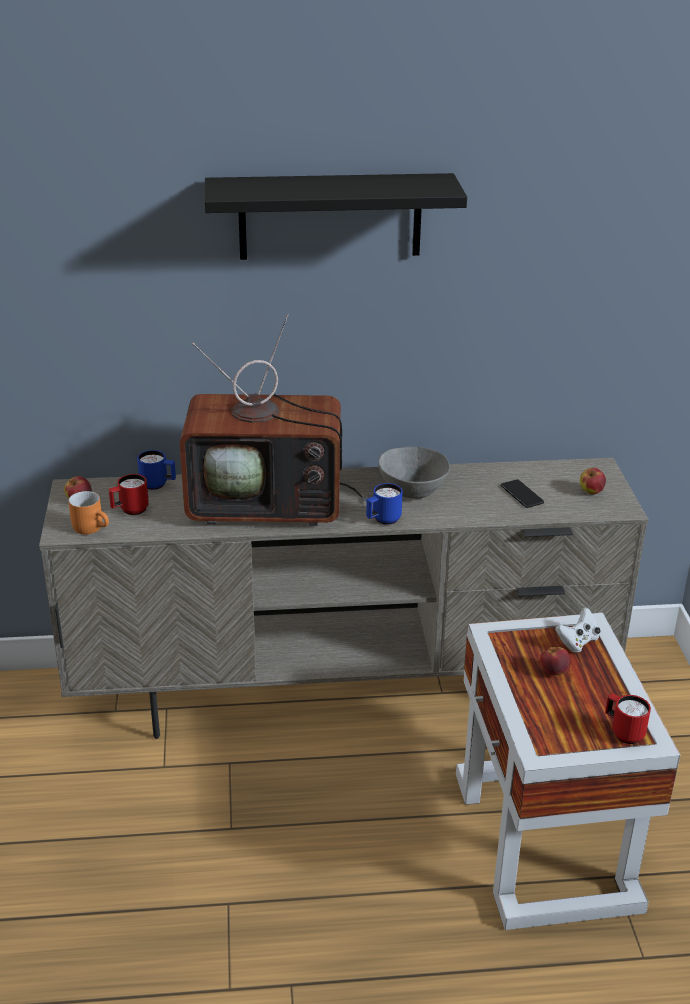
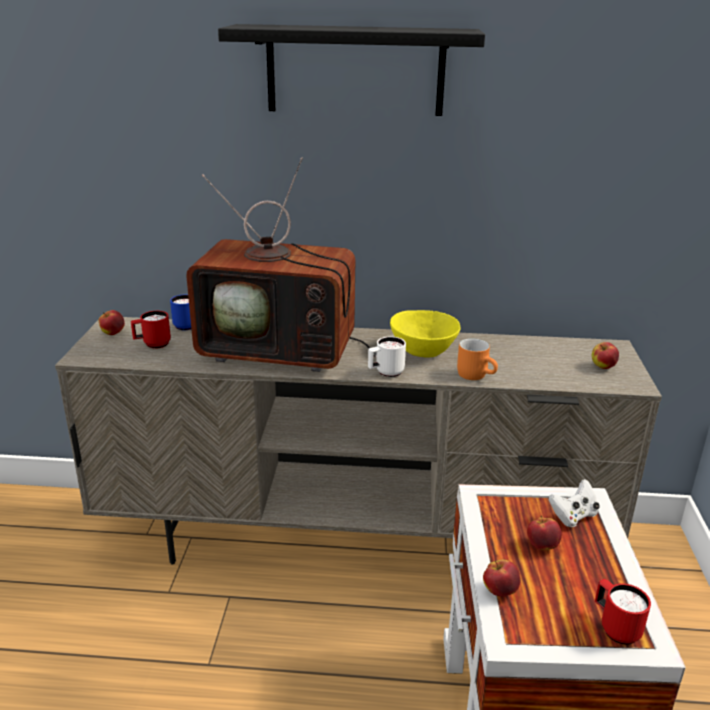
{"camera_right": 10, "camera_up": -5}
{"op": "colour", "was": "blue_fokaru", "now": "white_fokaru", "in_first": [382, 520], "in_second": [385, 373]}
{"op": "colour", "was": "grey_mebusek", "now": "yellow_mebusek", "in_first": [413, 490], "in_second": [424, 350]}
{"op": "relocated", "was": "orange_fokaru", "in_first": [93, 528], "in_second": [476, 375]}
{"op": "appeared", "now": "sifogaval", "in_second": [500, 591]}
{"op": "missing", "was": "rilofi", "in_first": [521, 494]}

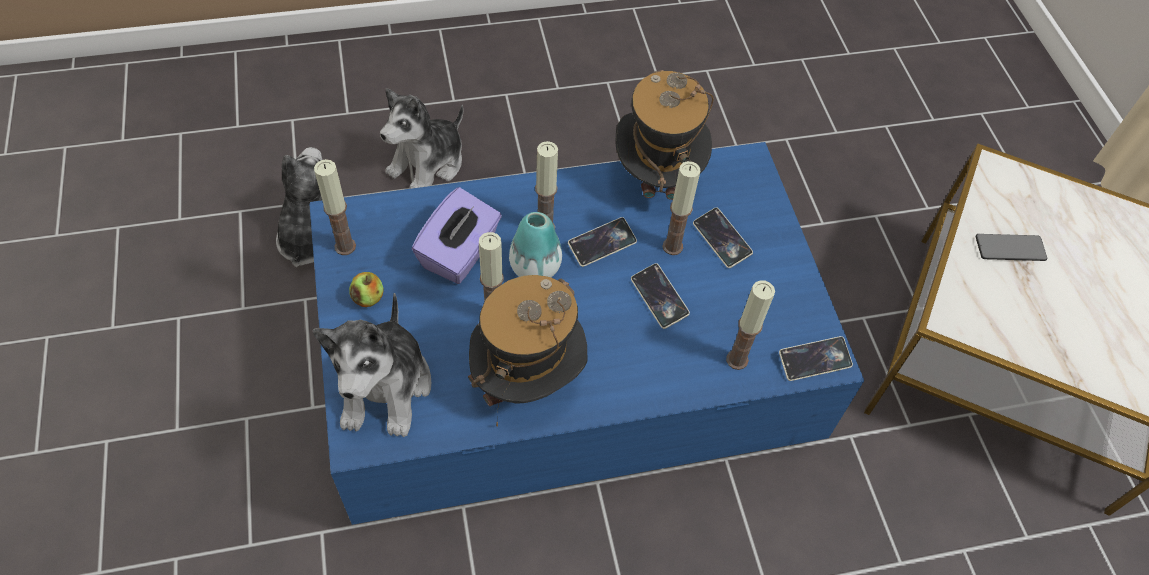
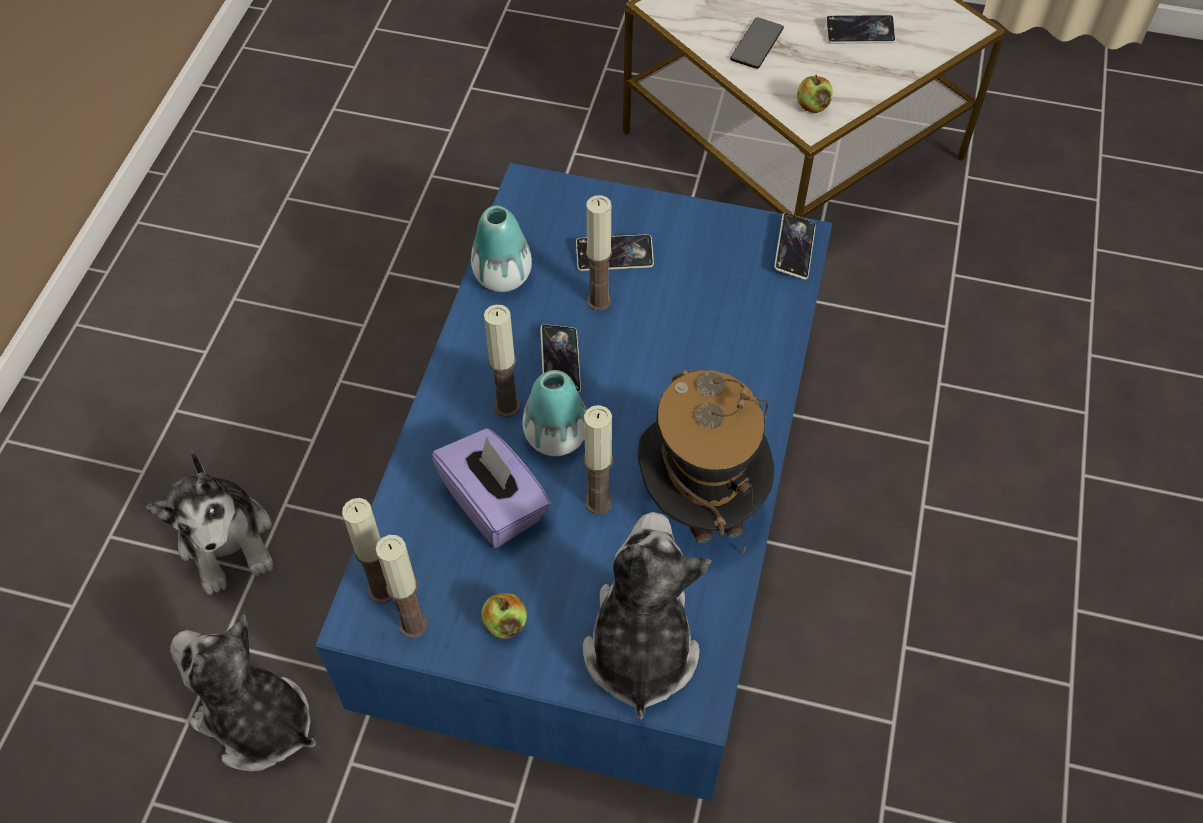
{"camera_right": -60, "camera_up": 0}
{"op": "relocated", "was": "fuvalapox", "in_first": [737, 360], "in_second": [382, 590]}
{"op": "exchanged", "was": "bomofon", "now": "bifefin", "in_first": [656, 180], "in_second": [503, 276]}
{"op": "spun", "was": "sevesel", "in_first": [385, 387], "in_second": [640, 647], "clockwise": -120}
{"op": "appeared", "now": "sifogaval", "in_second": [812, 106]}
{"op": "relocated", "was": "rilofi", "in_first": [659, 298], "in_second": [859, 33]}

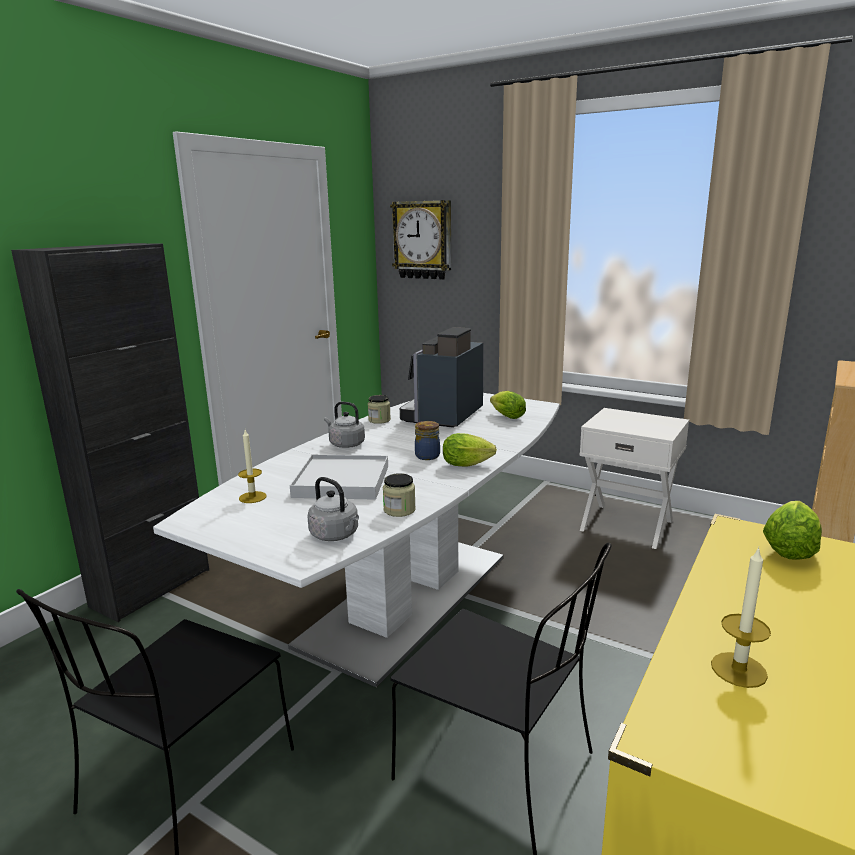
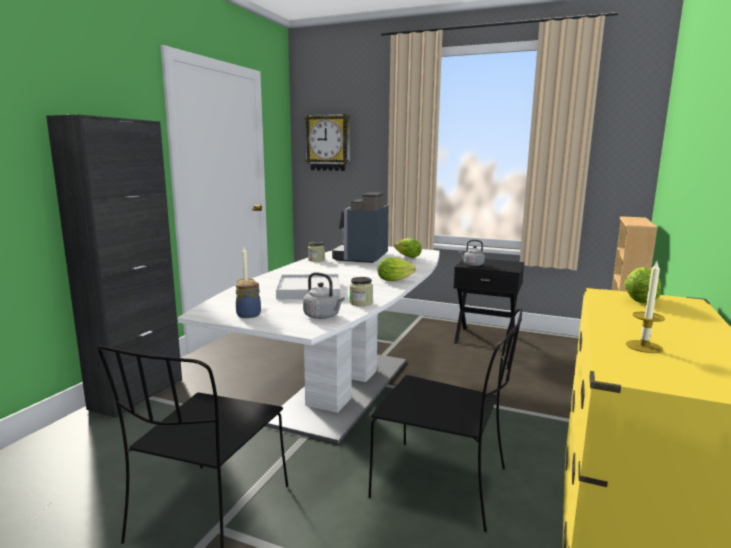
{"camera_right": -10, "camera_up": -5}
{"op": "relocated", "was": "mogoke", "in_first": [426, 456], "in_second": [248, 314]}
{"op": "colour", "was": "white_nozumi", "now": "black_nozumi", "in_first": [627, 524], "in_second": [485, 338]}
{"op": "relocated", "was": "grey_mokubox", "in_first": [345, 444], "in_second": [472, 265]}

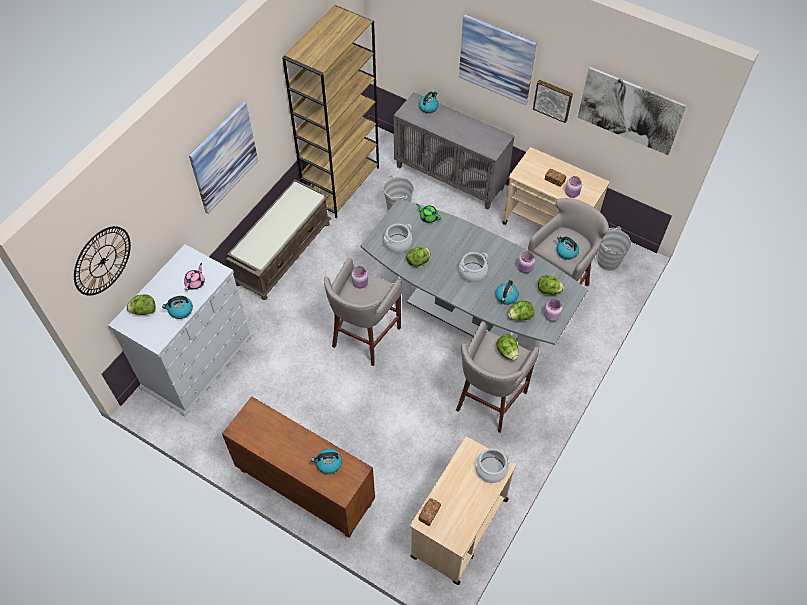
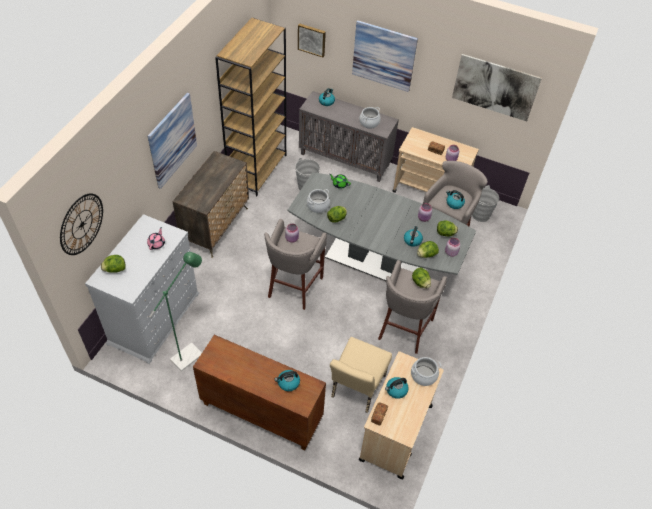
{"camera_right": -10, "camera_up": -5}
{"op": "appeared", "now": "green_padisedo", "in_second": [191, 353]}
{"op": "exchanged", "was": "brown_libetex", "now": "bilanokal", "in_first": [283, 252], "in_second": [216, 226]}
{"op": "relocated", "was": "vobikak", "in_first": [553, 100], "in_second": [312, 39]}
{"op": "appeared", "now": "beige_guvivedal", "in_second": [356, 389]}
{"op": "relocated", "was": "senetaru", "in_first": [472, 272], "in_second": [369, 122]}
{"op": "relocated", "was": "mokubox", "in_first": [180, 310], "in_second": [396, 390]}

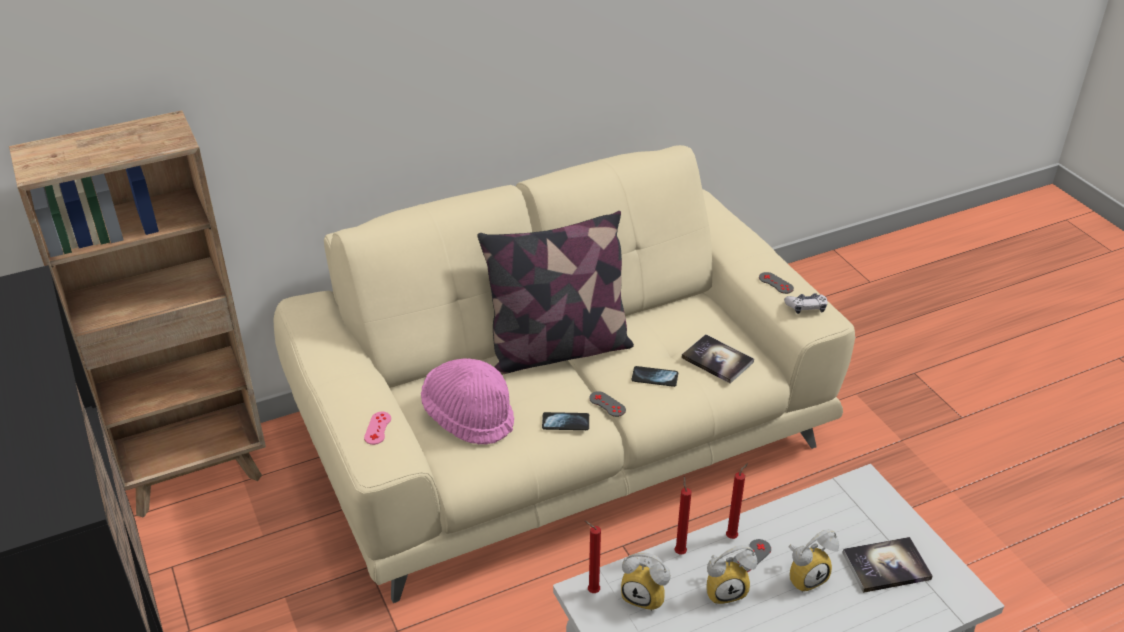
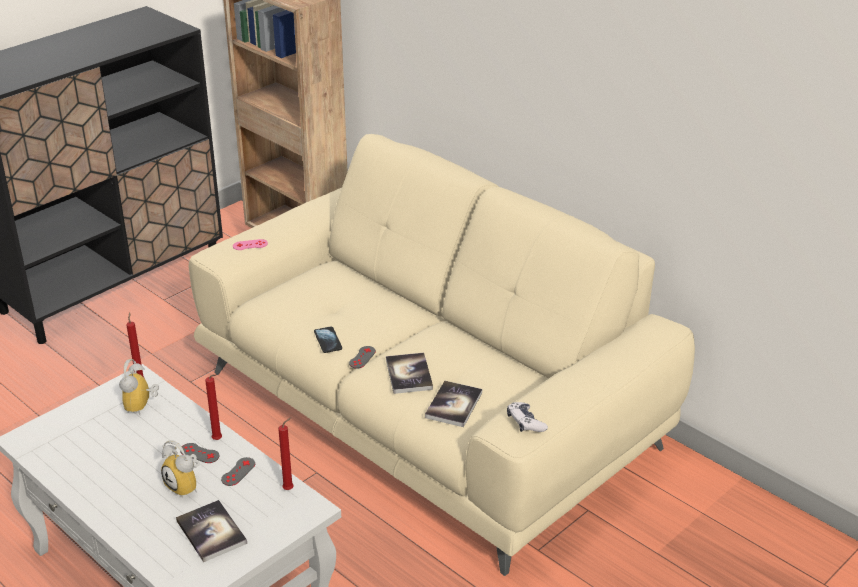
{"camera_right": 70, "camera_up": -5}
{"op": "relocated", "was": "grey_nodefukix", "in_first": [776, 283], "in_second": [238, 472]}
{"op": "relocated", "was": "red_fuvalapox", "in_first": [679, 551], "in_second": [290, 489]}
{"op": "exchanged", "was": "rilofi", "now": "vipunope", "in_first": [654, 377], "in_second": [409, 374]}
{"op": "missing", "was": "pink_bomofon", "in_first": [469, 417]}
{"op": "missing", "was": "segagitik", "in_first": [558, 349]}
{"op": "missing", "was": "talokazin", "in_first": [725, 589]}

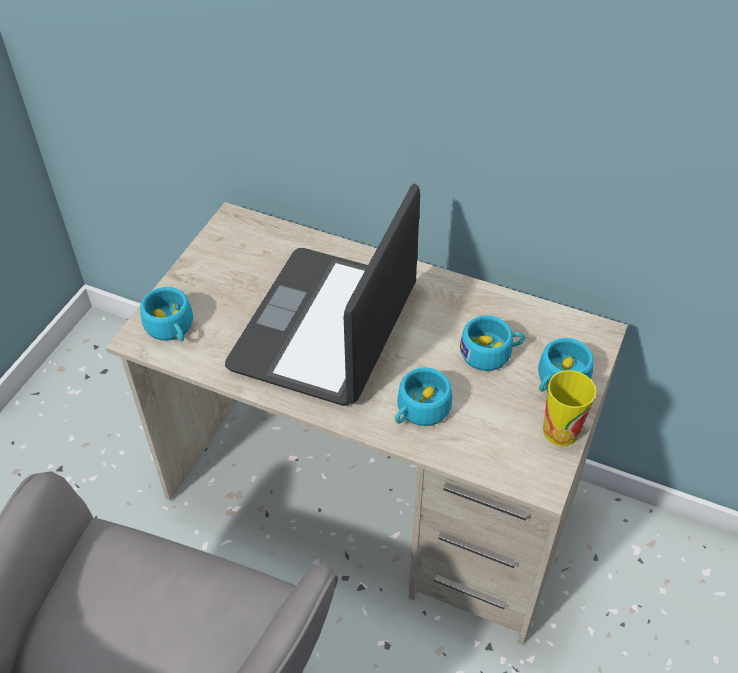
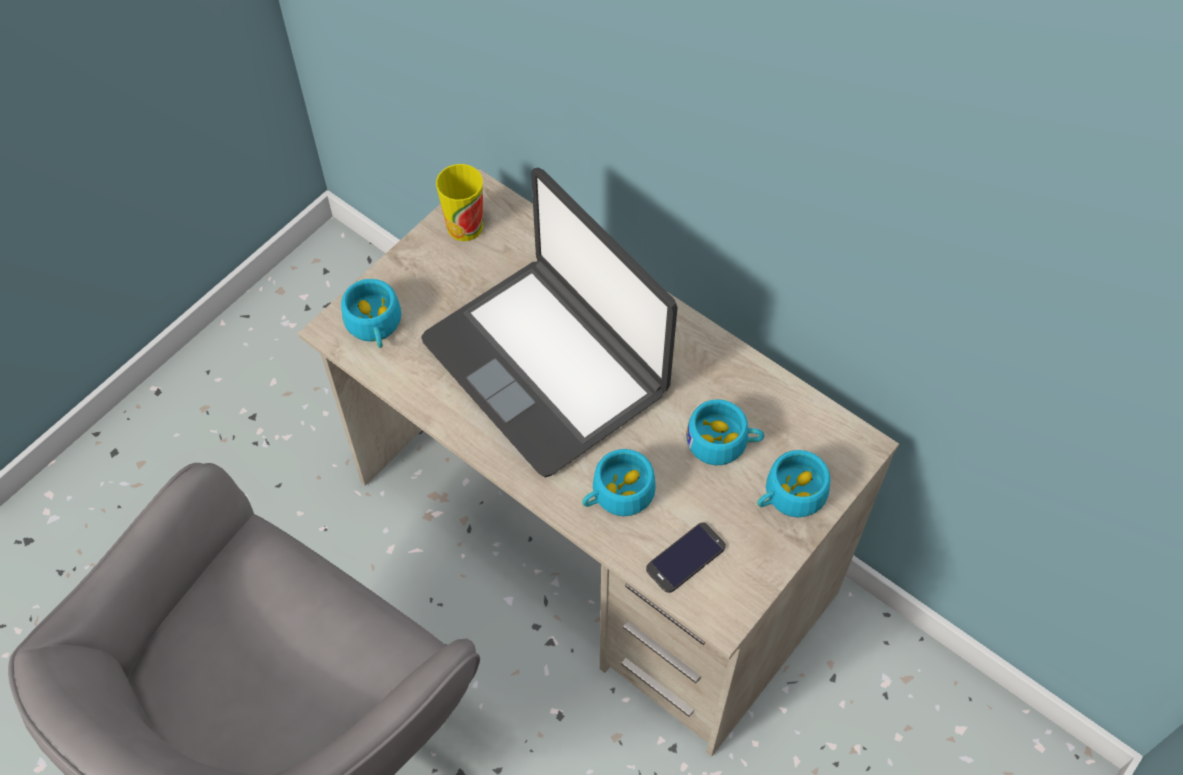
{"camera_right": 15, "camera_up": 10}
{"op": "spun", "was": "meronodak", "in_first": [327, 327], "in_second": [547, 365], "clockwise": -75}
{"op": "relocated", "was": "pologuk", "in_first": [561, 431], "in_second": [465, 226]}
{"op": "appeared", "now": "rilofi", "in_second": [685, 557]}

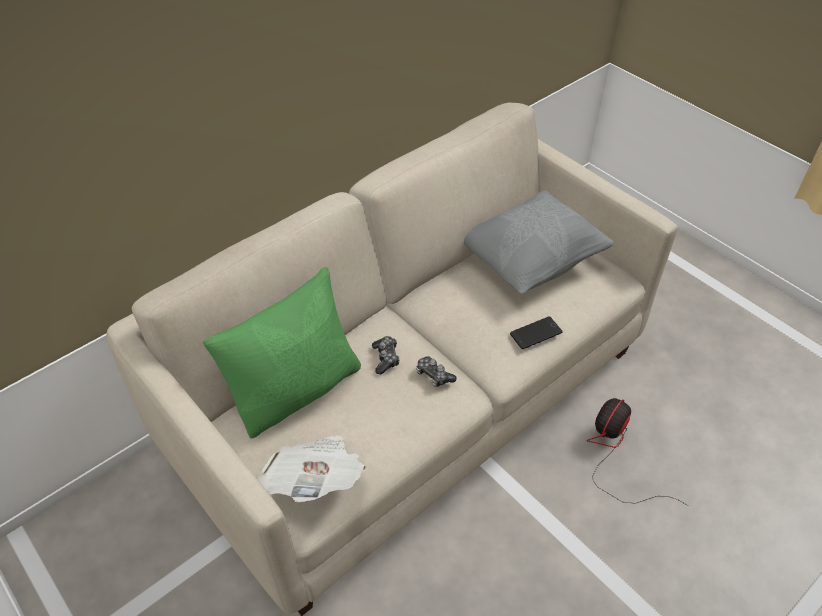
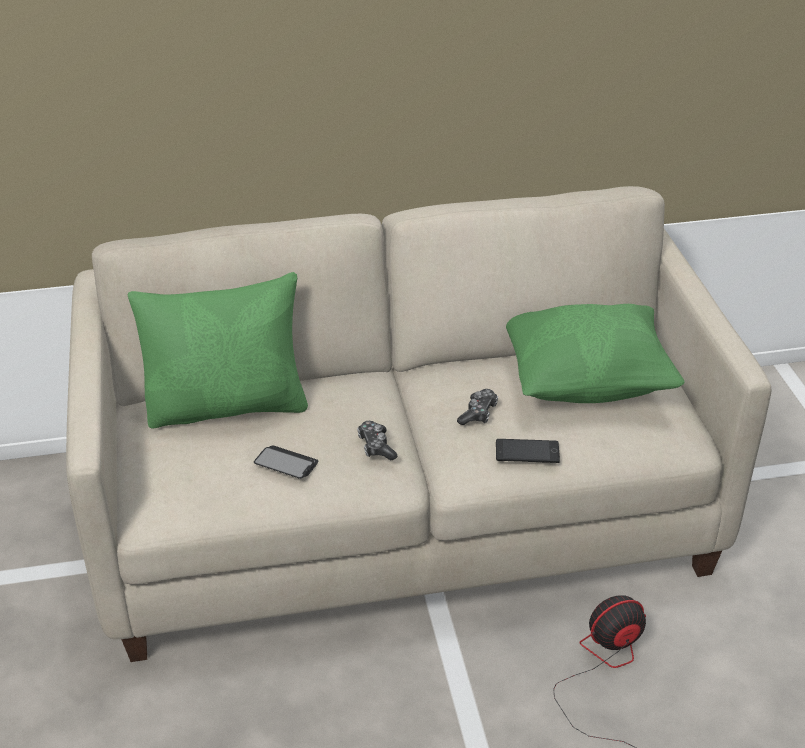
{"camera_right": 30, "camera_up": -10}
{"op": "appeared", "now": "rilofi", "in_second": [286, 463]}
{"op": "relocated", "was": "nodefukix", "in_first": [386, 358], "in_second": [478, 413]}
{"op": "colour", "was": "grey_segagitik", "now": "green_segagitik", "in_first": [531, 261], "in_second": [587, 382]}
{"op": "missing", "was": "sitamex", "in_first": [317, 480]}

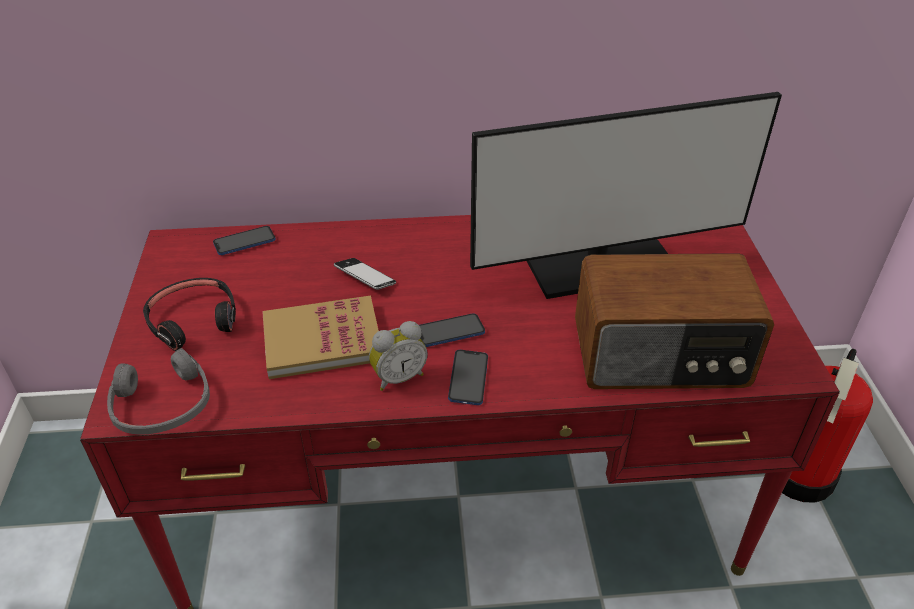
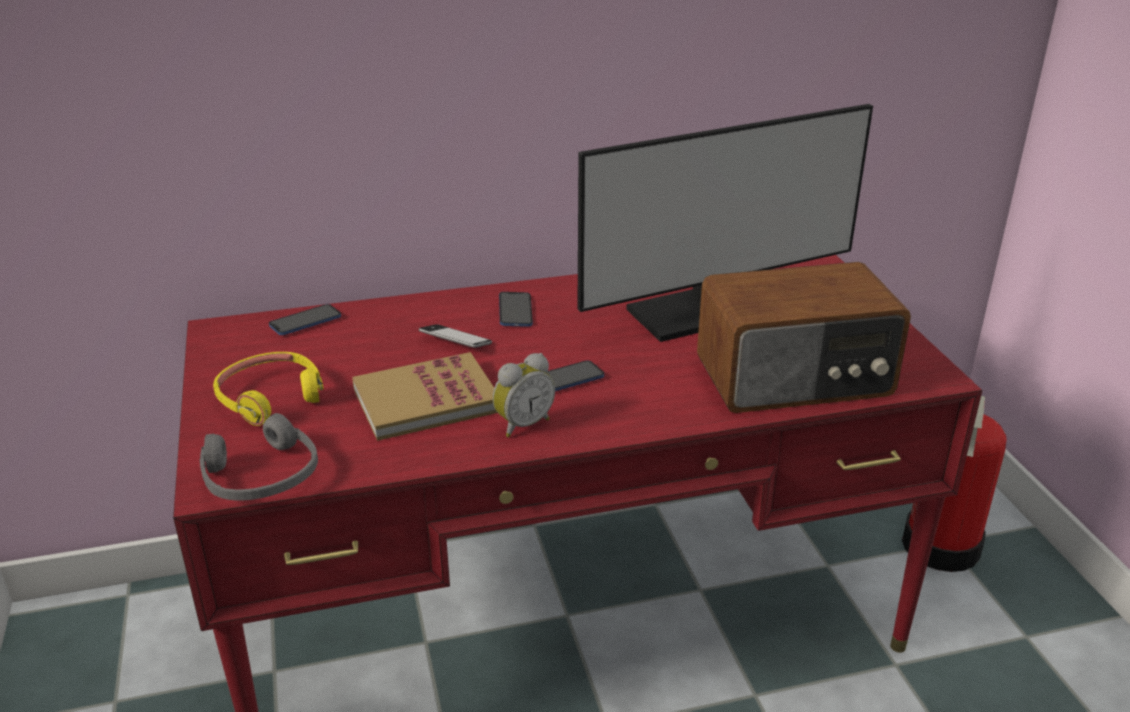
{"camera_right": -10, "camera_up": -10}
{"op": "colour", "was": "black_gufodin", "now": "yellow_gufodin", "in_first": [193, 320], "in_second": [270, 397]}
{"op": "relocated", "was": "rilofi", "in_first": [468, 378], "in_second": [515, 311]}

